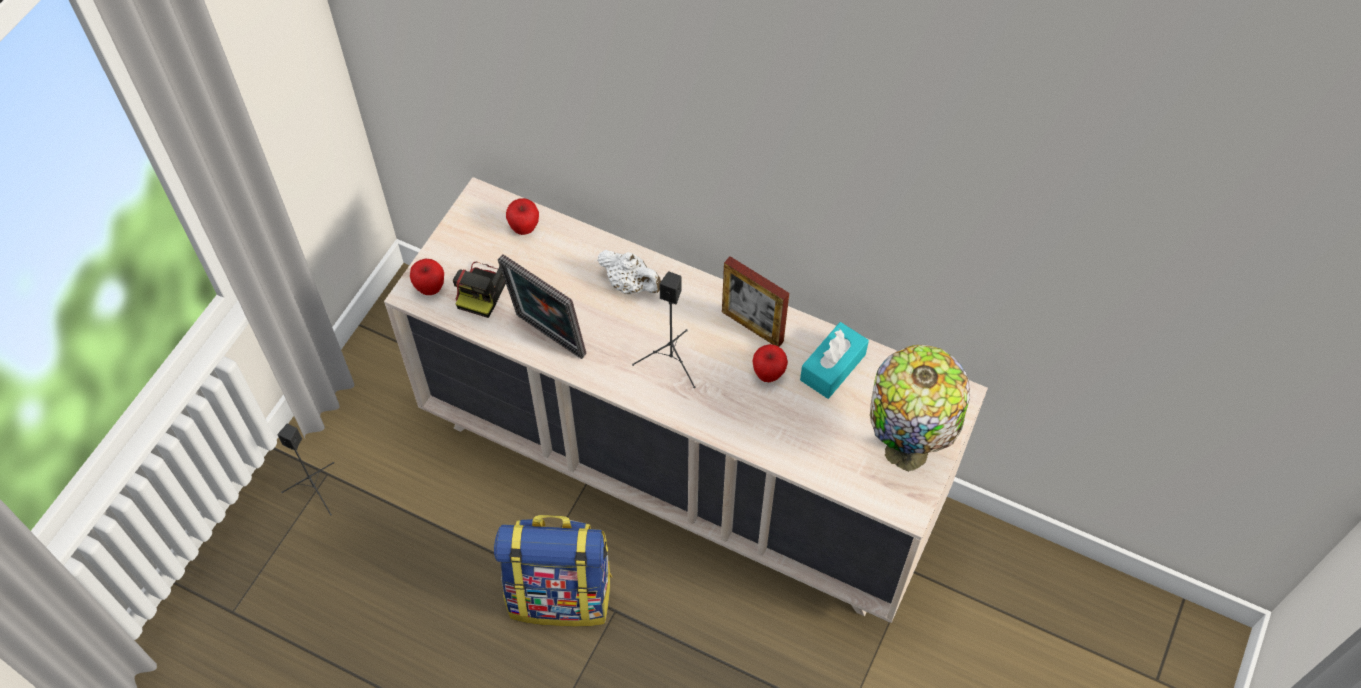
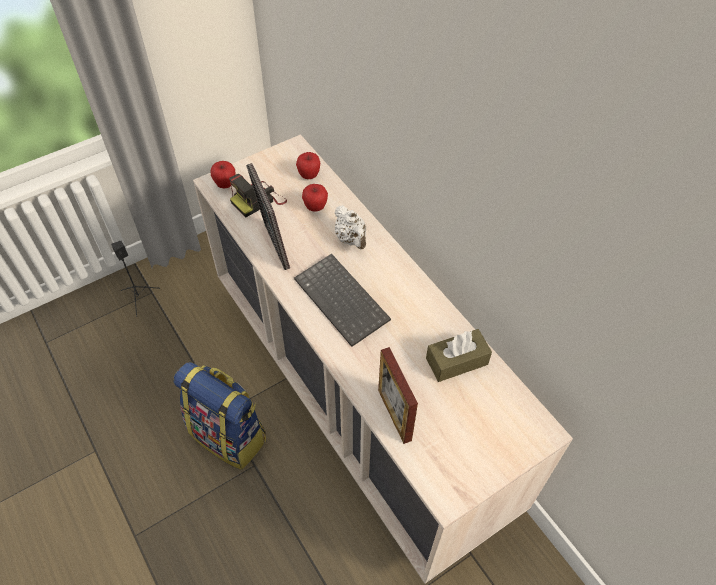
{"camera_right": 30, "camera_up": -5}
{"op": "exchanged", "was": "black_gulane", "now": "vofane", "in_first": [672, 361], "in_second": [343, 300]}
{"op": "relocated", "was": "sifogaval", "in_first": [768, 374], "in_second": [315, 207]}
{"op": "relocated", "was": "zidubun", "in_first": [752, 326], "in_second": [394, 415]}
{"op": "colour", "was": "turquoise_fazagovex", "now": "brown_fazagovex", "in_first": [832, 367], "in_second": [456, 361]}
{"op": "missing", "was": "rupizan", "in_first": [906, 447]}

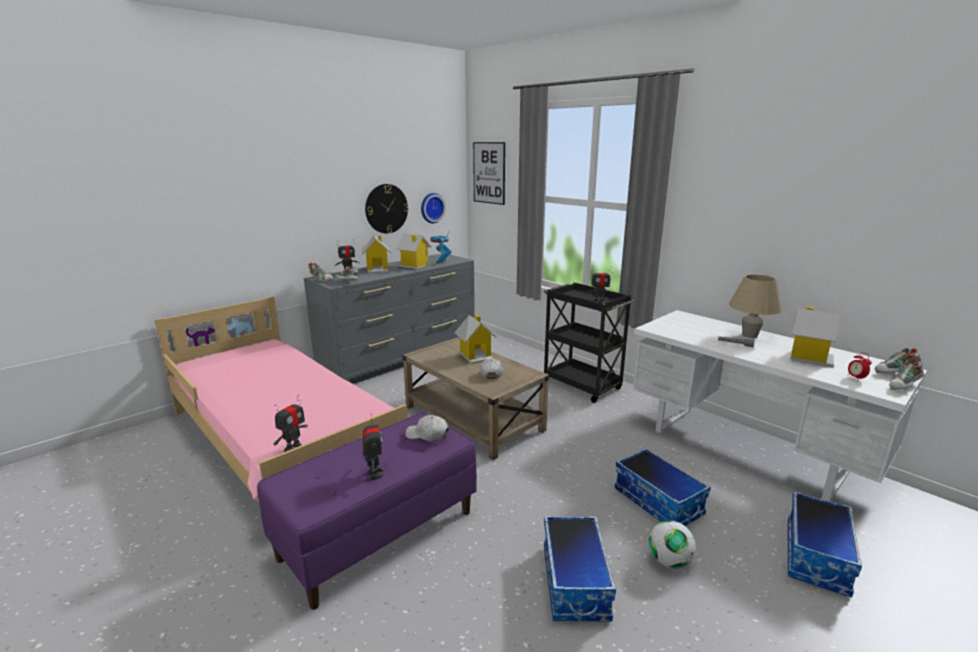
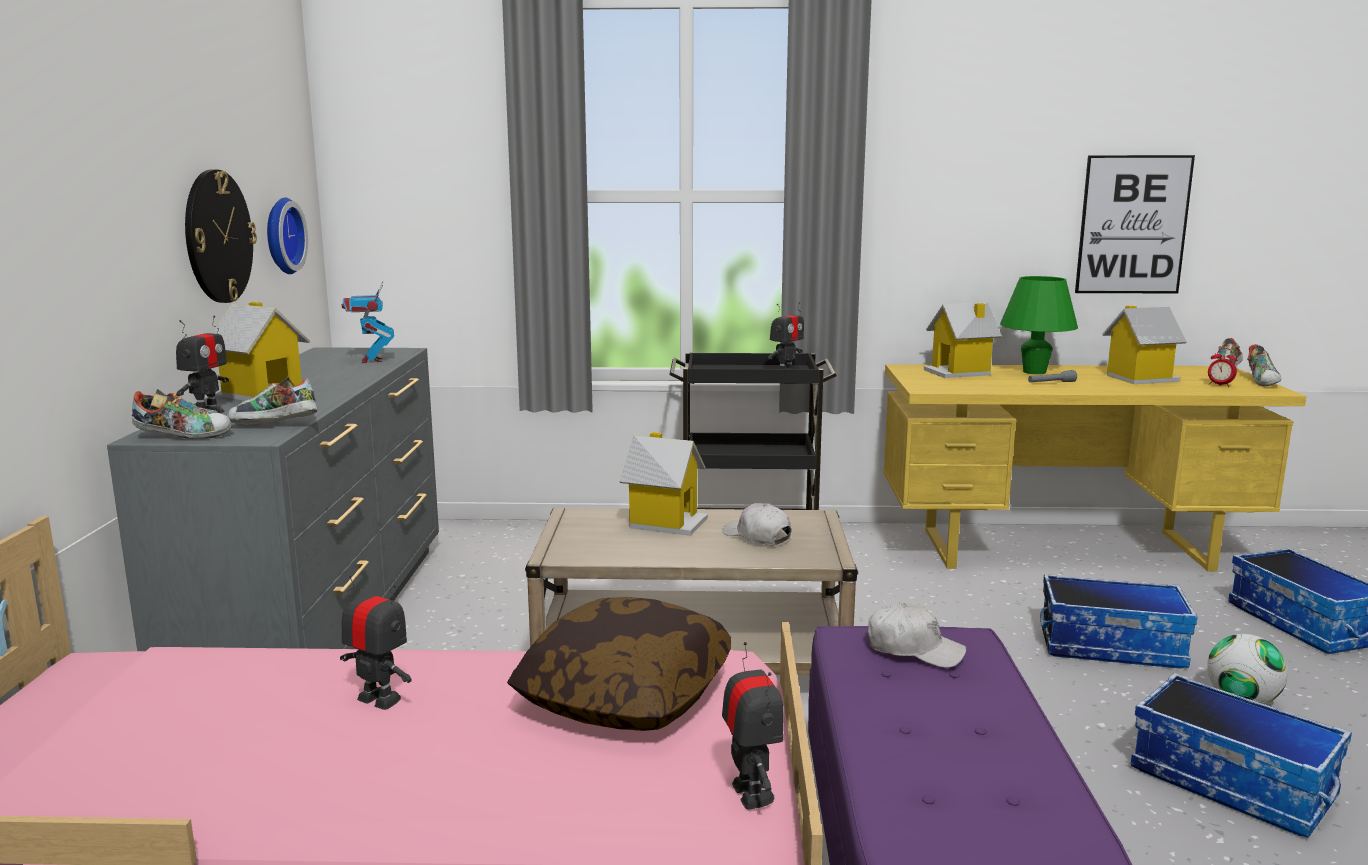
{"camera_right": -45, "camera_up": -5}
{"op": "relocated", "was": "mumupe", "in_first": [374, 473], "in_second": [379, 700]}
{"op": "appeared", "now": "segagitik", "in_second": [625, 696]}
{"op": "spun", "was": "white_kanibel", "in_first": [427, 435], "in_second": [914, 650], "clockwise": -135}
{"op": "colour", "was": "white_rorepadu", "now": "yellow_rorepadu", "in_first": [747, 450], "in_second": [1065, 549]}
{"op": "relocated", "was": "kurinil", "in_first": [414, 266], "in_second": [959, 372]}
{"op": "colour", "was": "beige_rupizan", "now": "green_rupizan", "in_first": [749, 335], "in_second": [1034, 372]}
{"op": "relocated", "was": "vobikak", "in_first": [489, 173], "in_second": [1133, 225]}

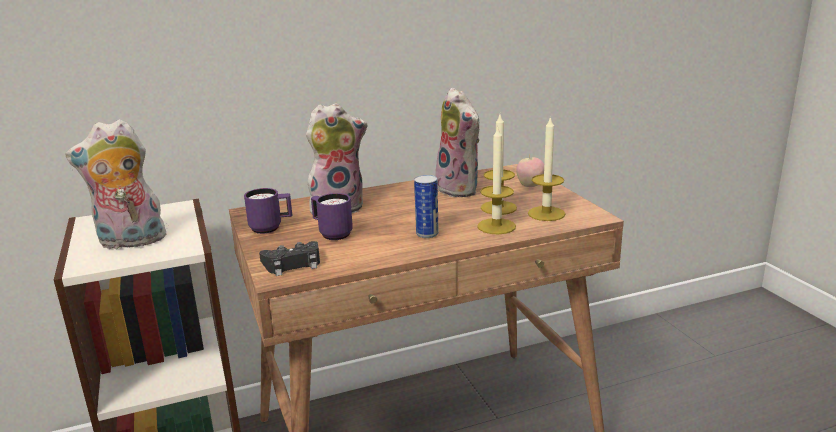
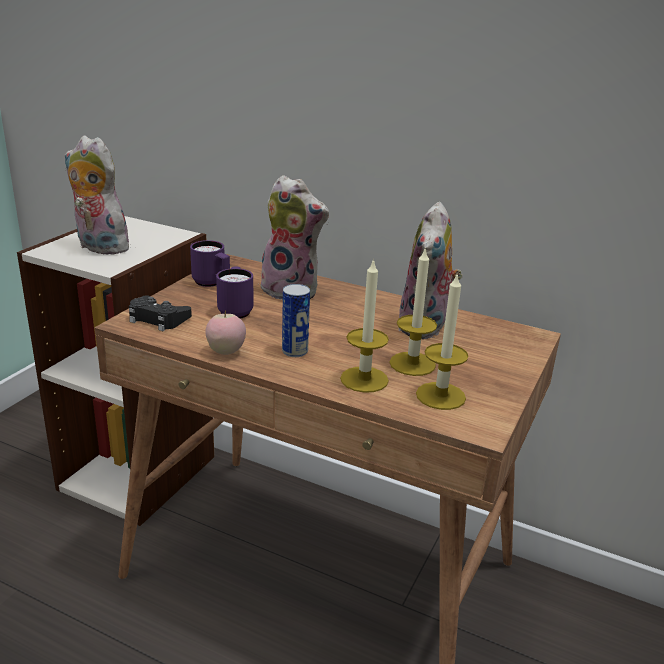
{"camera_right": 45, "camera_up": 5}
{"op": "relocated", "was": "sifogaval", "in_first": [530, 186], "in_second": [226, 352]}

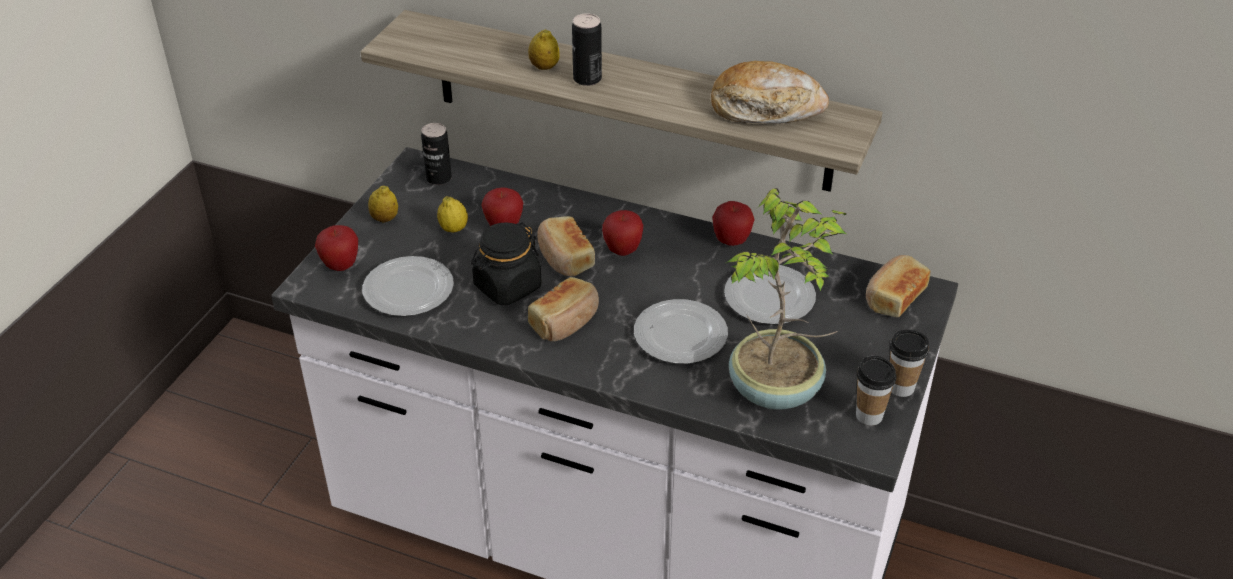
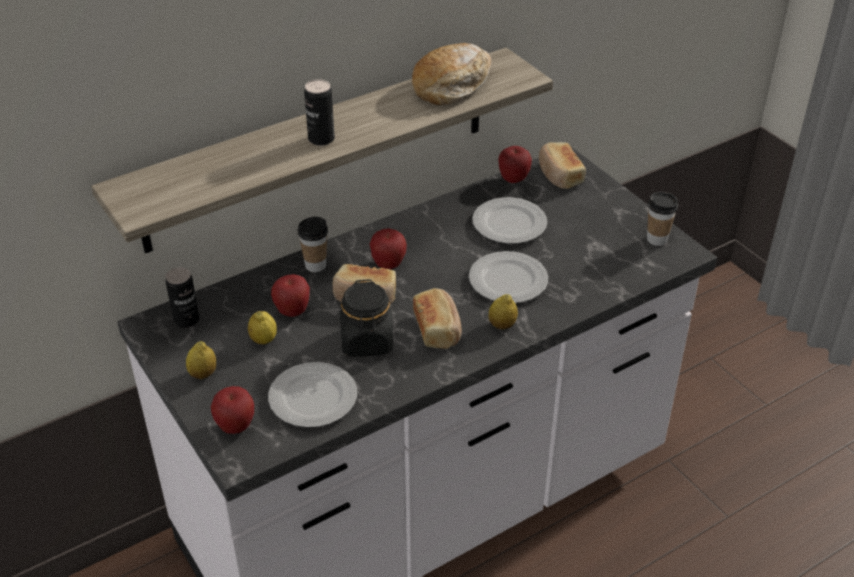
{"camera_right": -55, "camera_up": 0}
{"op": "relocated", "was": "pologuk", "in_first": [901, 387], "in_second": [315, 265]}
{"op": "relocated", "was": "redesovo", "in_first": [544, 67], "in_second": [502, 325]}
{"op": "relocated", "was": "sifogaval", "in_first": [731, 241], "in_second": [513, 179]}
{"op": "missing", "was": "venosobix", "in_first": [777, 391]}

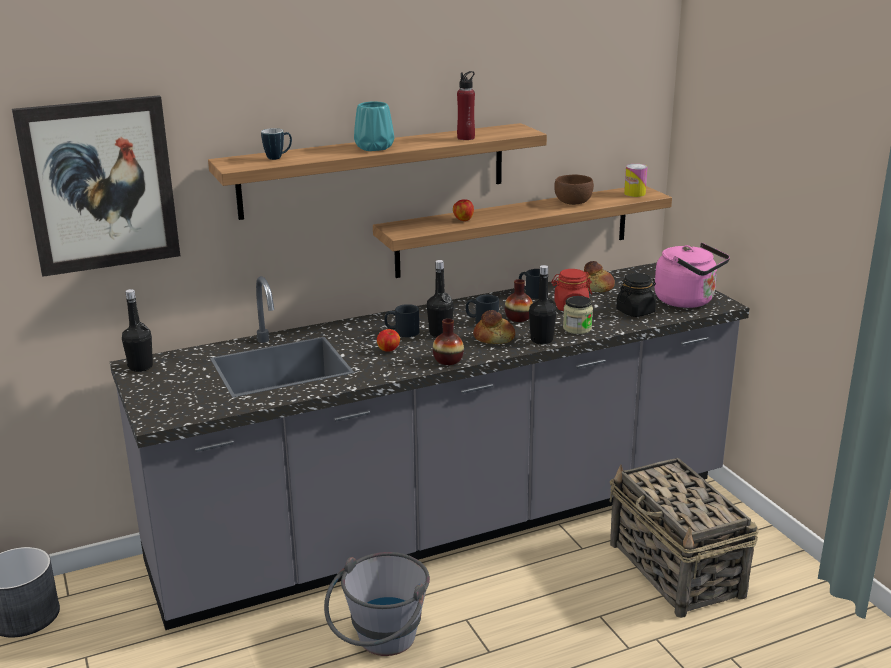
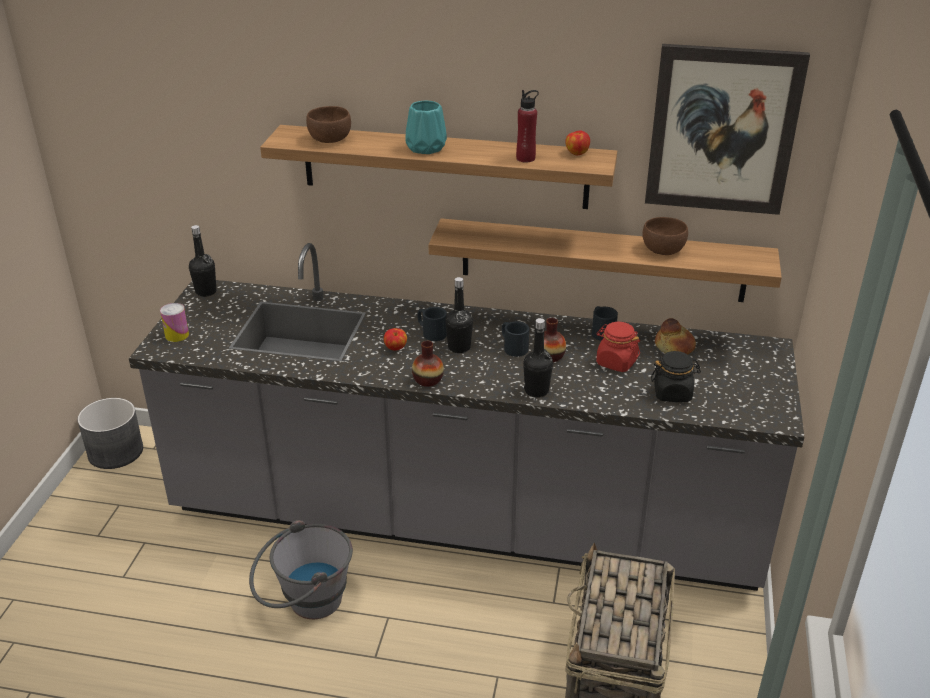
{"camera_right": 35, "camera_up": 10}
{"op": "relocated", "was": "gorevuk", "in_first": [634, 193], "in_second": [177, 335]}
{"op": "exchanged", "was": "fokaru", "now": "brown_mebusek", "in_first": [278, 157], "in_second": [330, 139]}
{"op": "relocated", "was": "sifogaval", "in_first": [463, 219], "in_second": [576, 153]}
{"op": "relocated", "was": "vobikak", "in_first": [100, 185], "in_second": [722, 130]}
{"op": "missing", "was": "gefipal", "in_first": [494, 337]}
{"op": "missing", "was": "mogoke", "in_first": [577, 328]}
{"op": "missing", "was": "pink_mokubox", "in_first": [688, 301]}

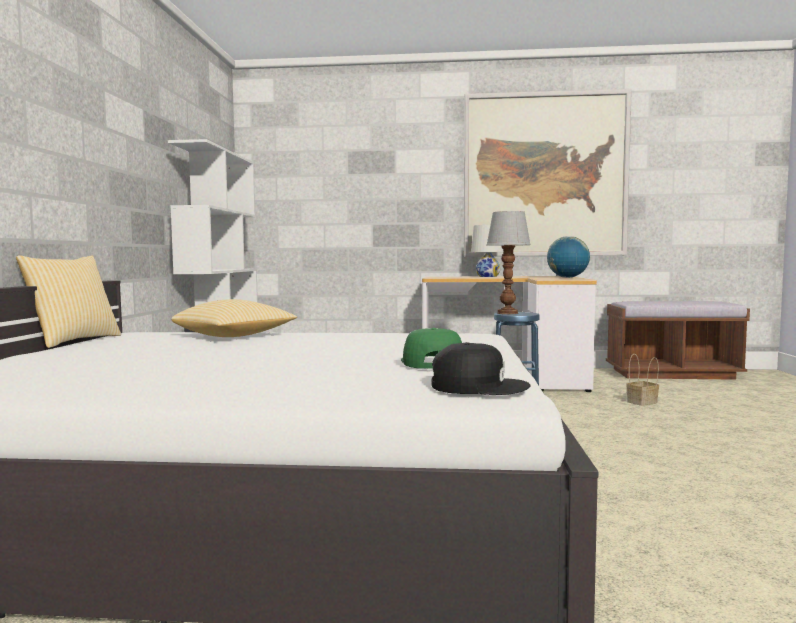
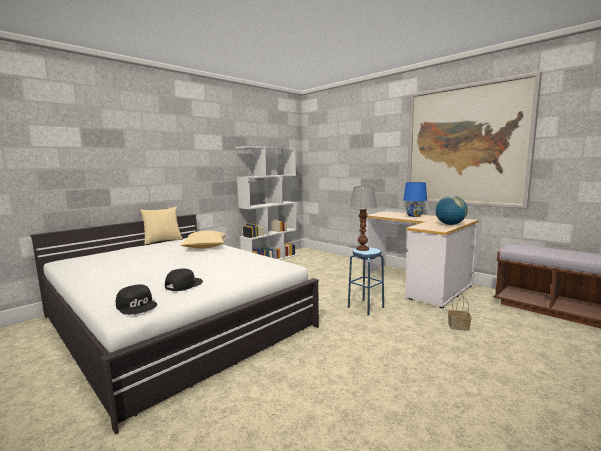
{"camera_right": 40, "camera_up": 5}
{"op": "colour", "was": "green_kanibel", "now": "black_kanibel", "in_first": [430, 362], "in_second": [183, 284]}
{"op": "colour", "was": "white_rupizan", "now": "blue_rupizan", "in_first": [488, 276], "in_second": [414, 216]}

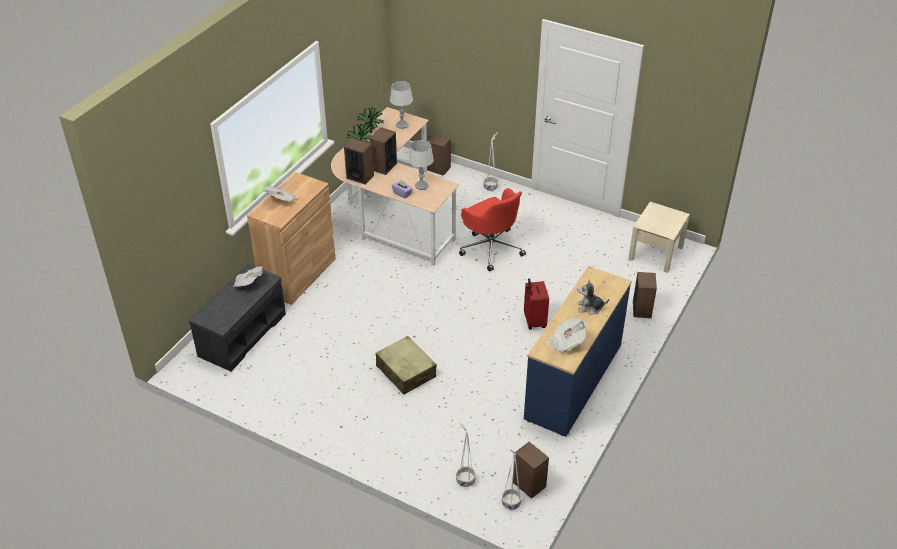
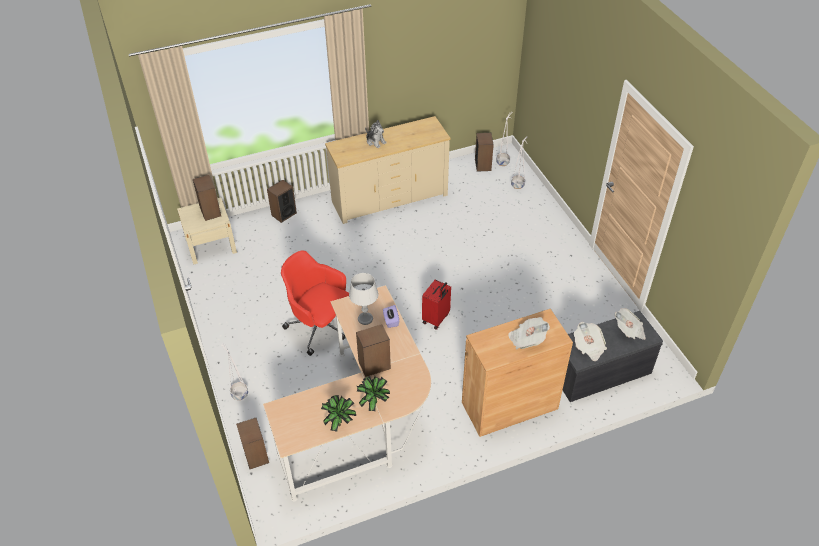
{"camera_right": -140, "camera_up": 5}
{"op": "relocated", "was": "gulane", "in_first": [360, 176], "in_second": [210, 211]}
{"op": "spun", "was": "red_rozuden", "in_first": [491, 248], "in_second": [320, 327], "clockwise": -60}
{"op": "colour", "was": "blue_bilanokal", "now": "beige_bilanokal", "in_first": [574, 381], "in_second": [389, 198]}
{"op": "relocated", "was": "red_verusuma", "in_first": [533, 321], "in_second": [436, 319]}
{"op": "relocated", "was": "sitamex", "in_first": [566, 342], "in_second": [629, 330]}
{"op": "missing", "was": "beige_verusuma", "in_first": [406, 371]}
{"op": "missing", "was": "grey_rupizan", "in_first": [402, 125]}

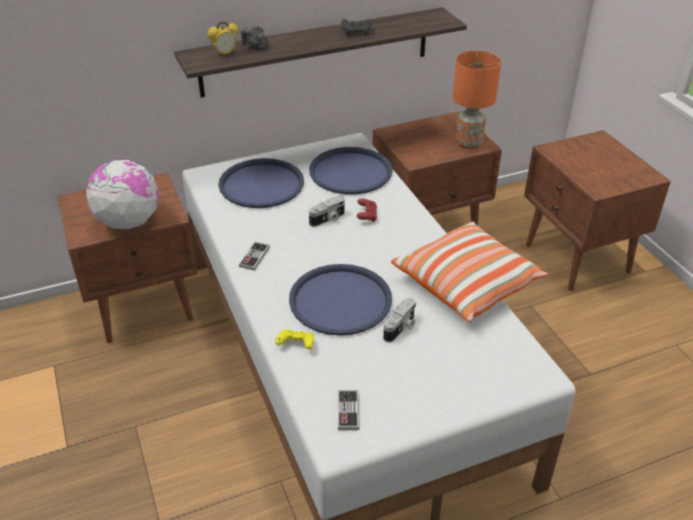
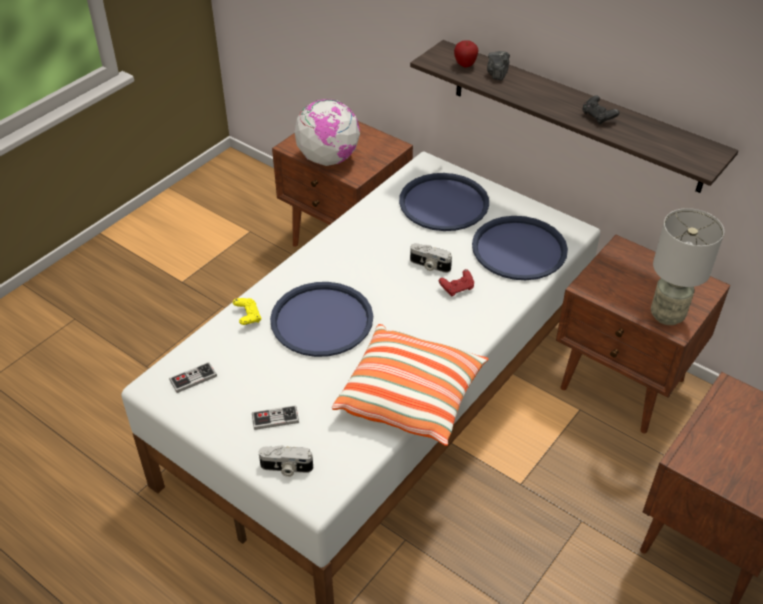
{"camera_right": 60, "camera_up": 5}
{"op": "relocated", "was": "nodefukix", "in_first": [254, 257], "in_second": [275, 418]}
{"op": "relocated", "was": "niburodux", "in_first": [400, 328], "in_second": [286, 468]}
{"op": "exchanged", "was": "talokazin", "now": "sifogaval", "in_first": [225, 54], "in_second": [465, 65]}
{"op": "colour", "was": "orange_rupizan", "now": "grey_rupizan", "in_first": [468, 143], "in_second": [667, 315]}

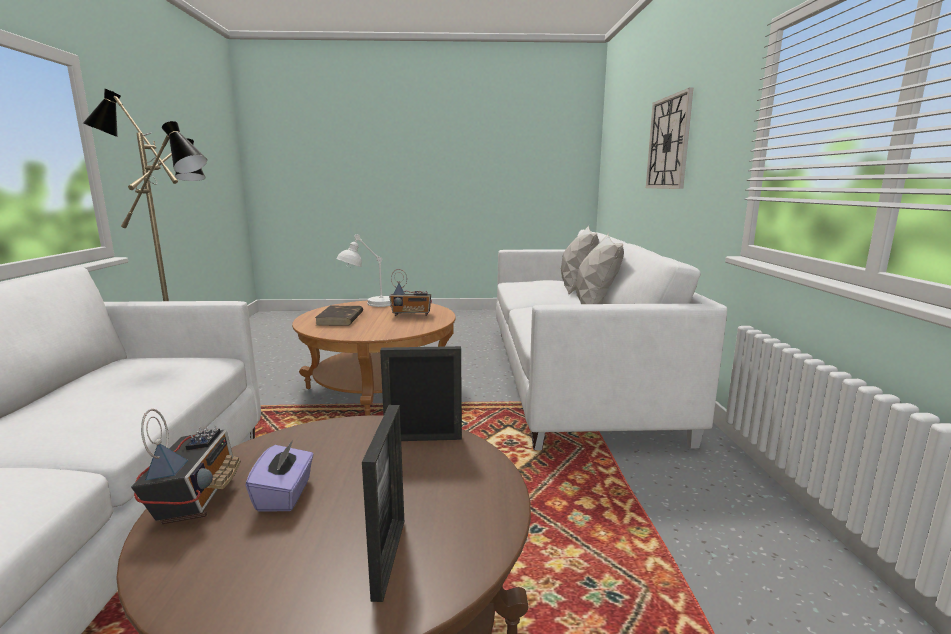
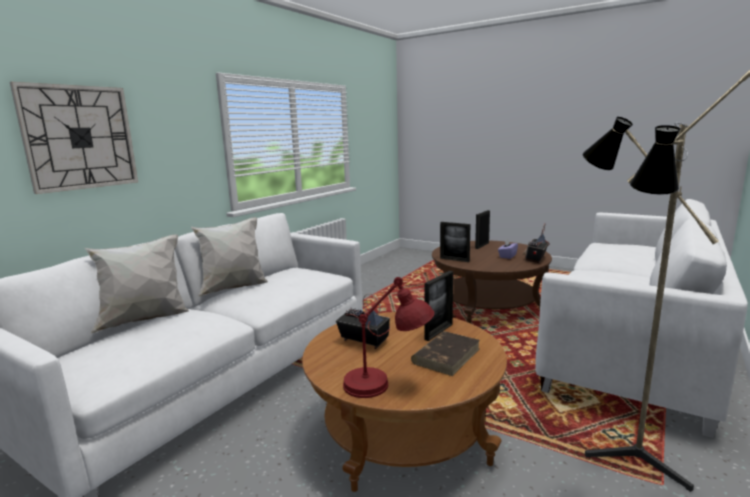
{"camera_right": -145, "camera_up": 0}
{"op": "colour", "was": "white_rupizan", "now": "red_rupizan", "in_first": [369, 305], "in_second": [387, 385]}
{"op": "appeared", "now": "zidubun", "in_second": [439, 332]}

